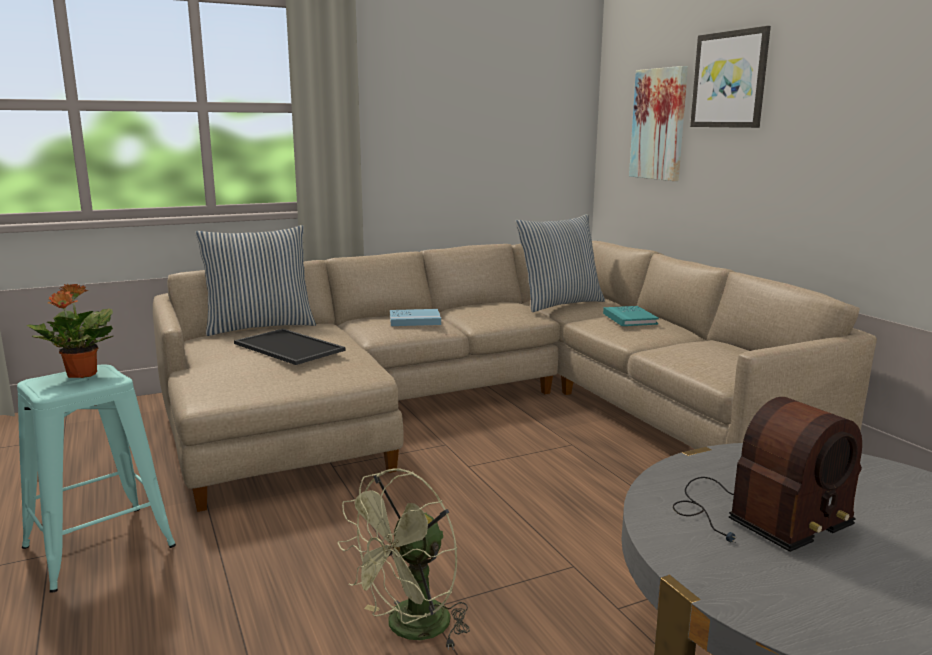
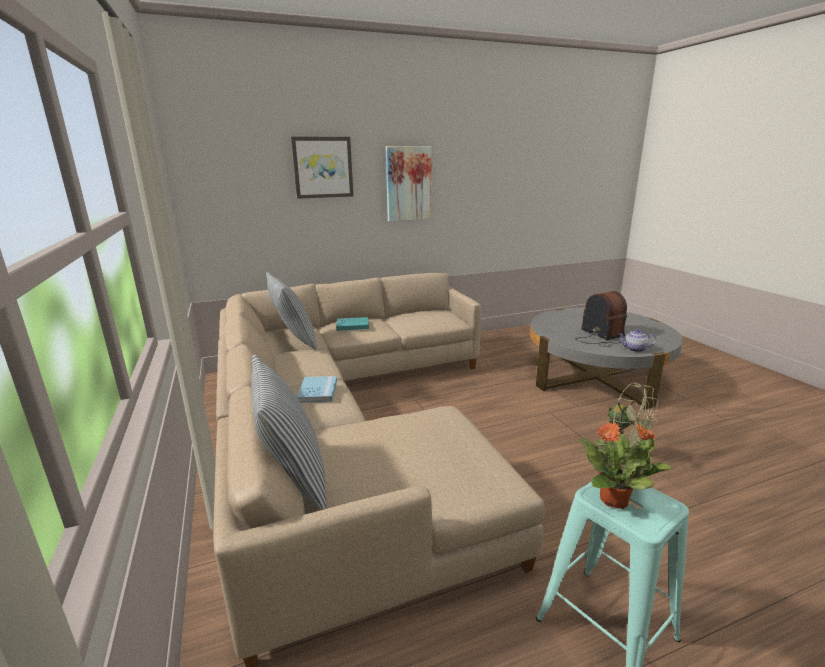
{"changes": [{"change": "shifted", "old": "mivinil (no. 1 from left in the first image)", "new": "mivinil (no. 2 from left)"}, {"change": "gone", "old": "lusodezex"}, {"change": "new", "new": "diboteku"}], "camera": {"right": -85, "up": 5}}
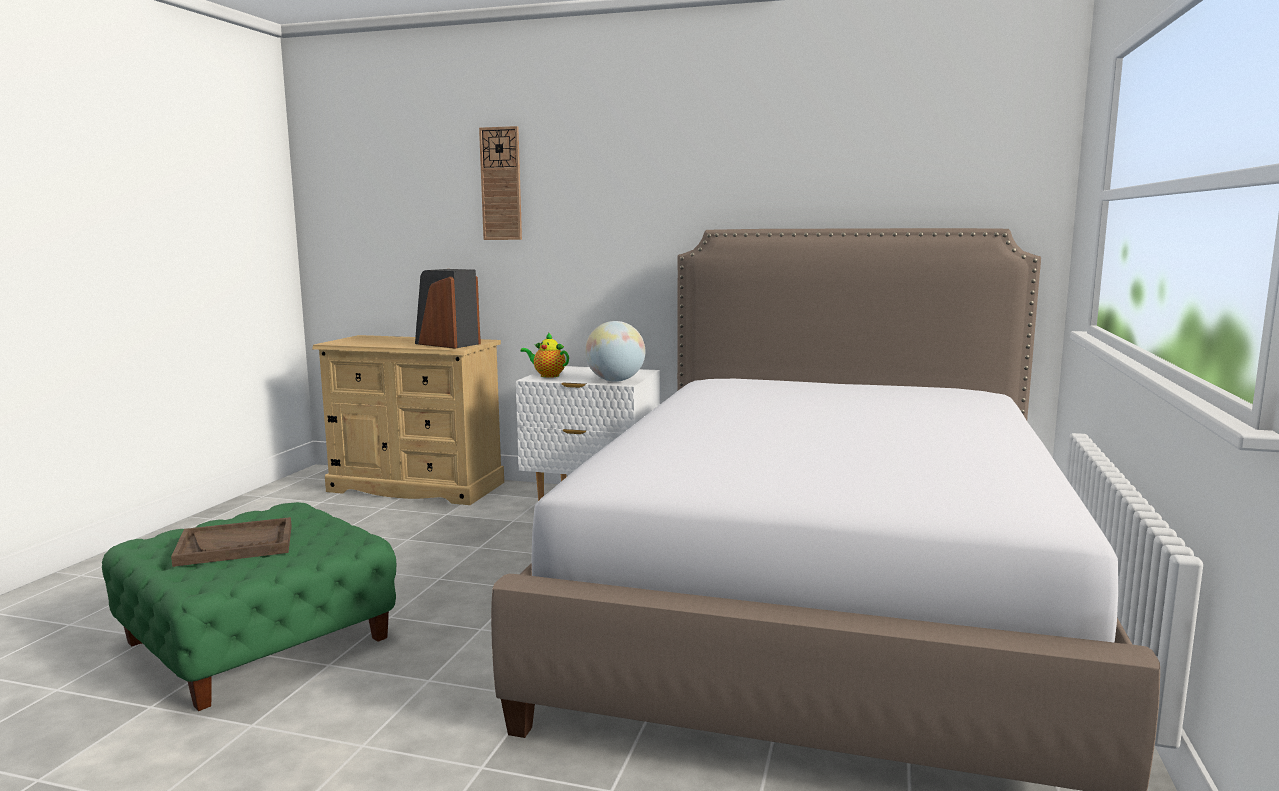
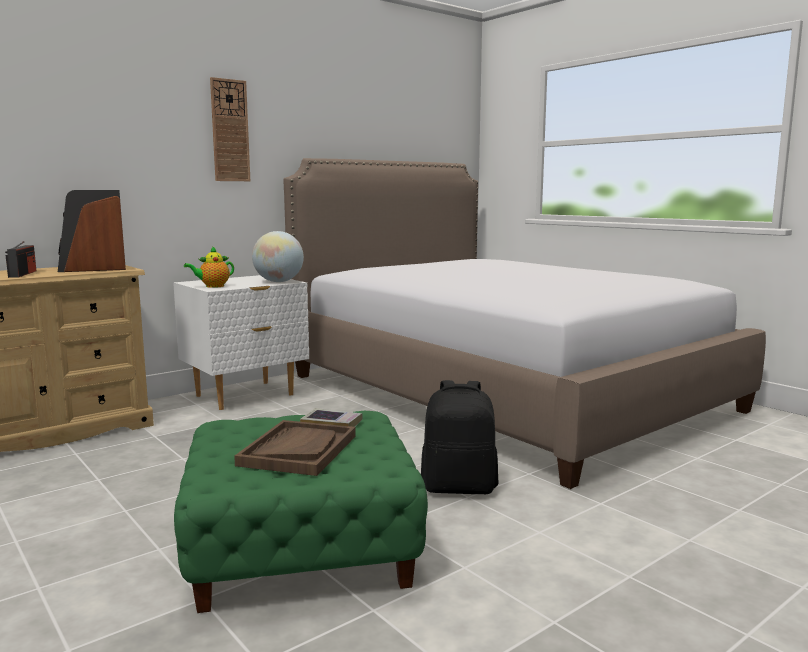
{"changes": [{"change": "shifted", "old": "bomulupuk"}, {"change": "new", "new": "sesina"}, {"change": "new", "new": "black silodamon"}, {"change": "new", "new": "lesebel"}], "camera": {"right": -55, "up": 0}}
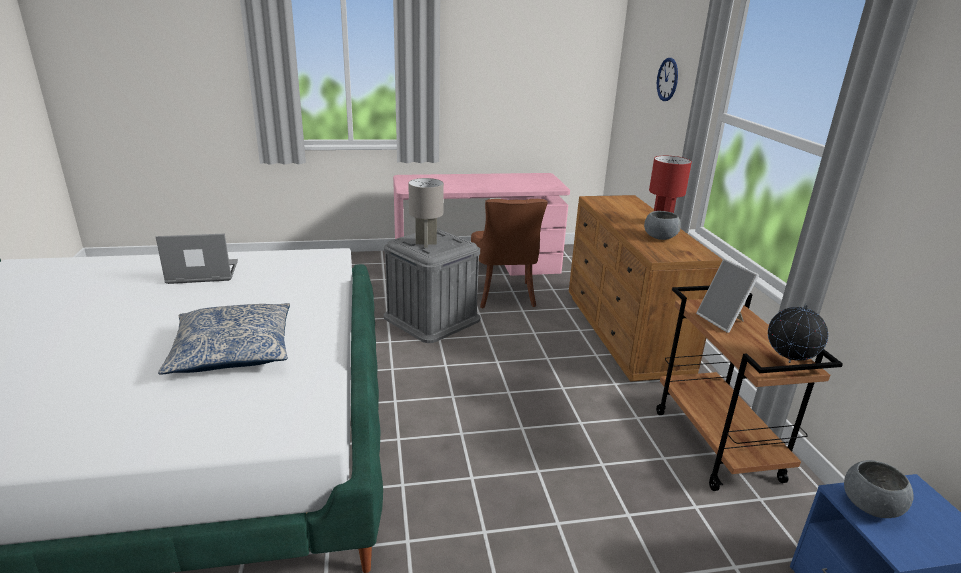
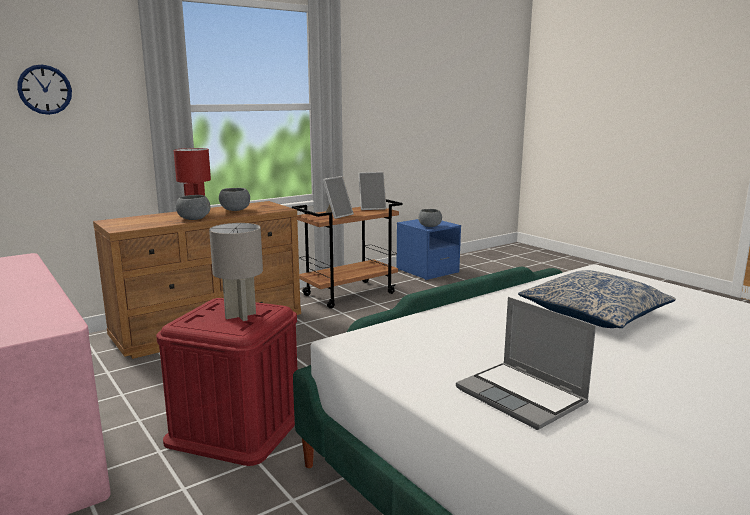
{"changes": [{"change": "gone", "old": "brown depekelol"}, {"change": "repainted", "old": "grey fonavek", "new": "red fonavek"}, {"change": "swapped", "old": "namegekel", "new": "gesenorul (no. 2 from left)"}, {"change": "new", "new": "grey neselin (no. 1 from left)"}], "camera": {"right": -115, "up": -10}}
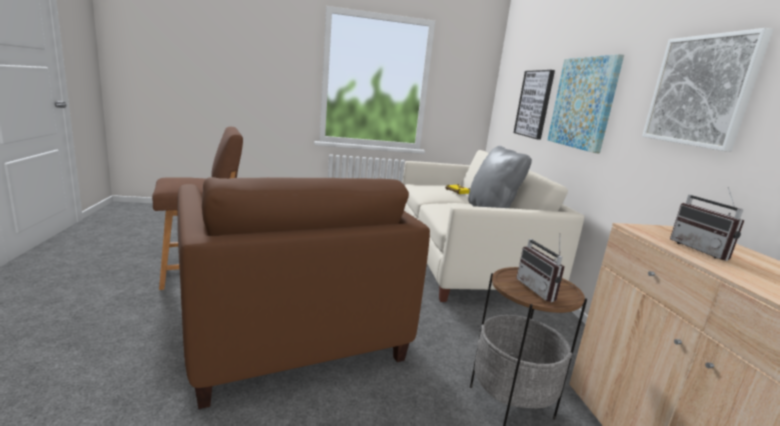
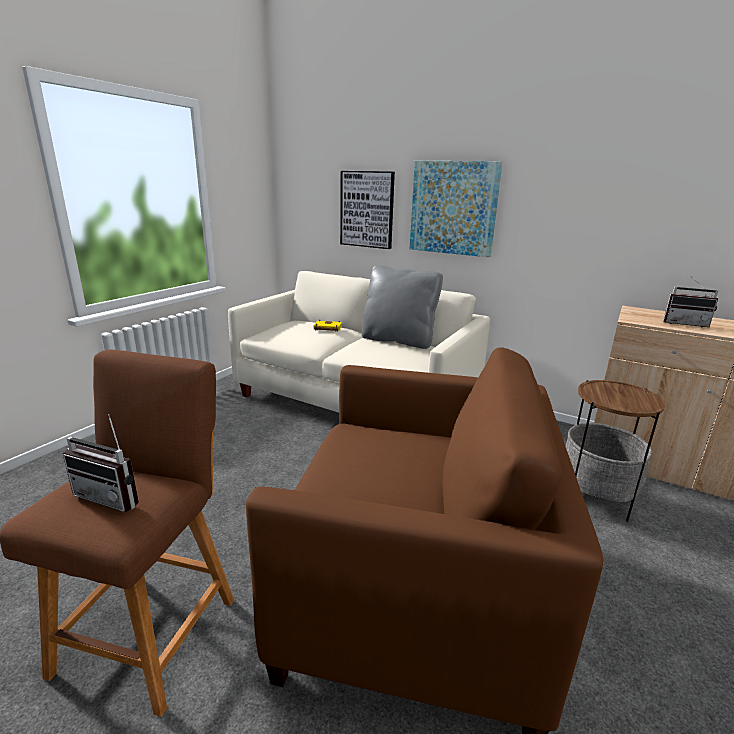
{"changes": [{"change": "gone", "old": "mivinil (no. 3 from left)"}, {"change": "shifted", "old": "sesina (no. 1 from left)"}], "camera": {"right": -50, "up": 5}}
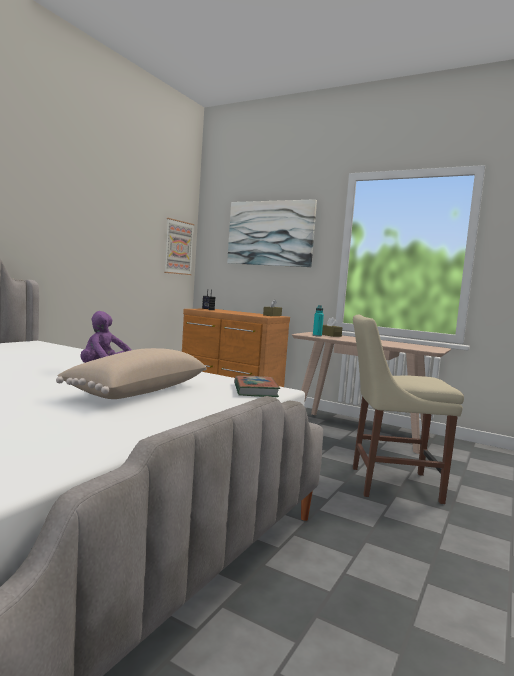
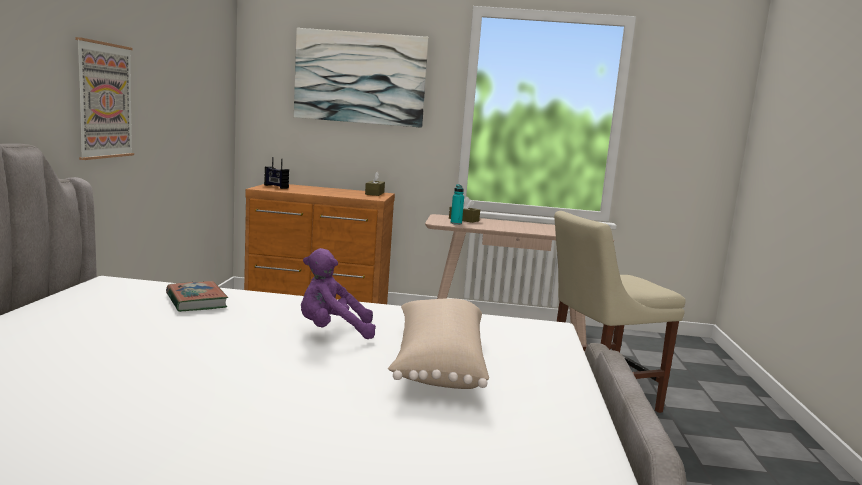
{"changes": [{"change": "shifted", "old": "mivinil (no. 1 from left)"}, {"change": "shifted", "old": "lesebel"}], "camera": {"right": -25, "up": 5}}
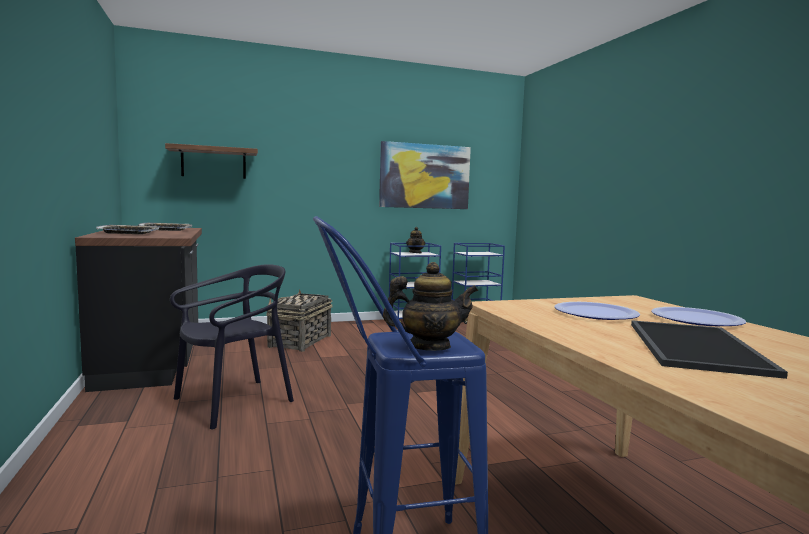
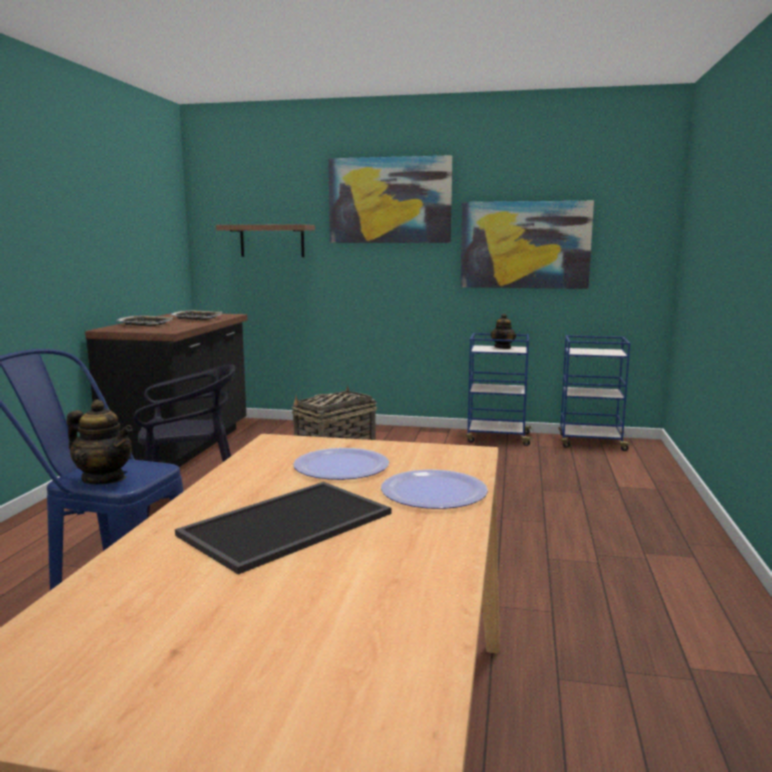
{"changes": [{"change": "new", "new": "mivinil (no. 1 from left)"}], "camera": {"right": 30, "up": 5}}
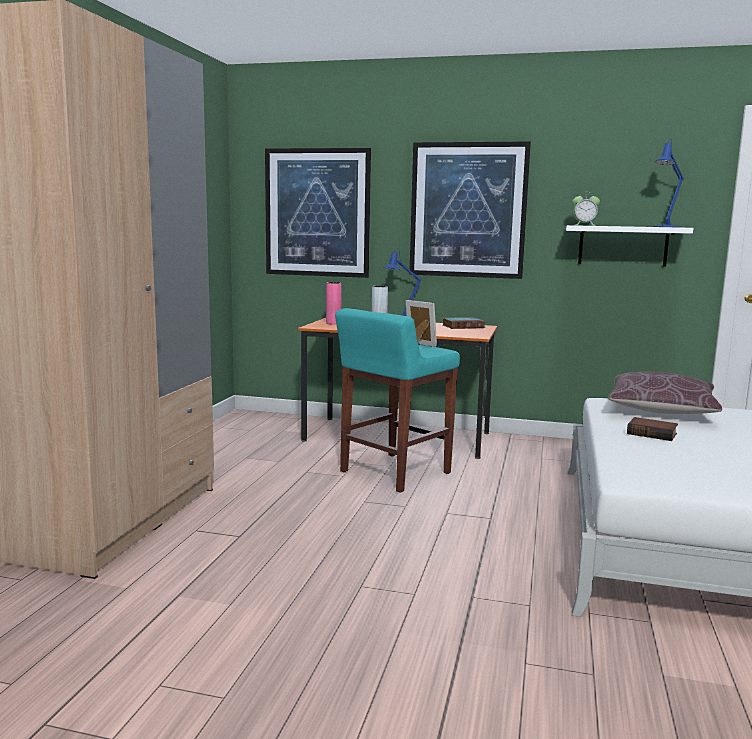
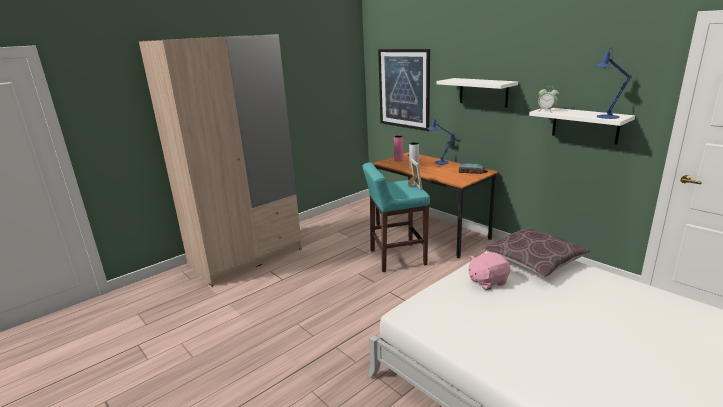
{"changes": [{"change": "swapped", "old": "mivinil (no. 2 from left)", "new": "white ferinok (no. 1 from left)"}, {"change": "swapped", "old": "lesebel (no. 2 from left)", "new": "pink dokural"}], "camera": {"right": 35, "up": 10}}
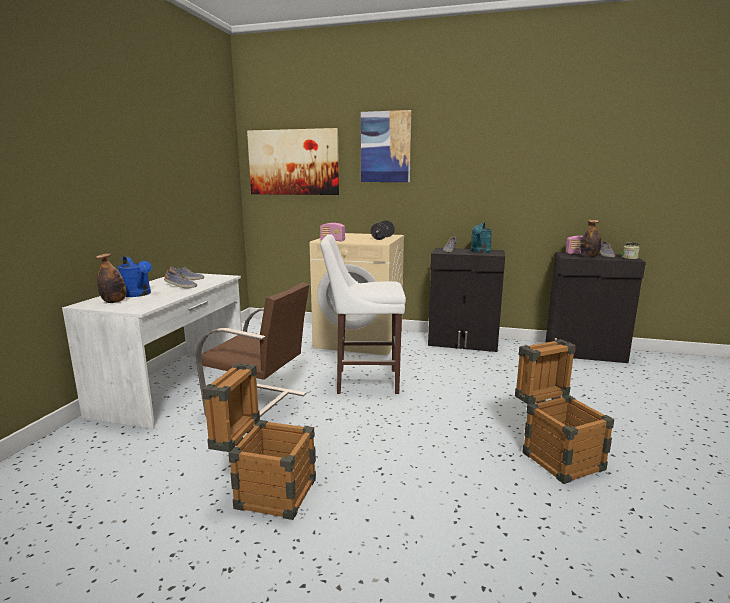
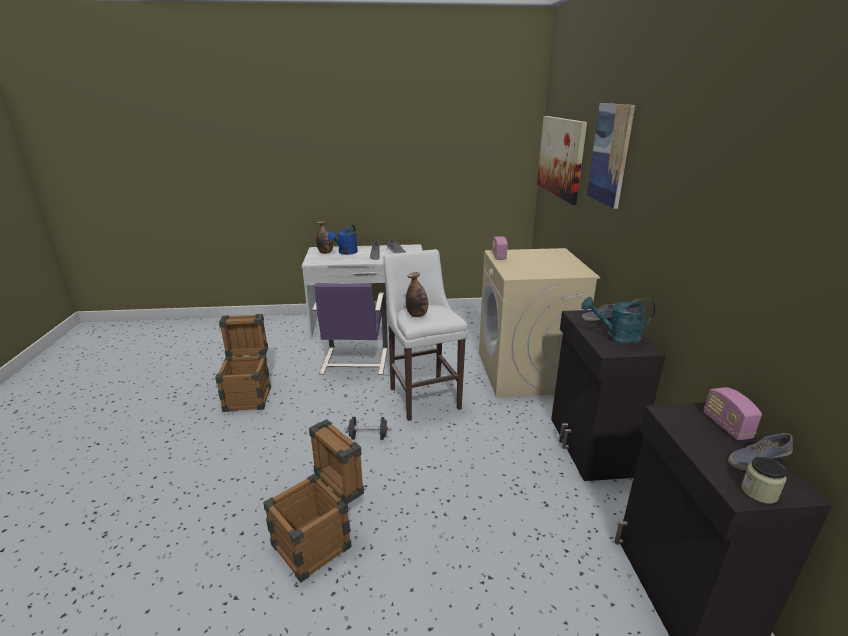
{"changes": [{"change": "shifted", "old": "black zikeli"}, {"change": "shifted", "old": "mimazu (no. 2 from left)"}, {"change": "repainted", "old": "brown depekelol", "new": "purple depekelol"}], "camera": {"right": 70, "up": 10}}
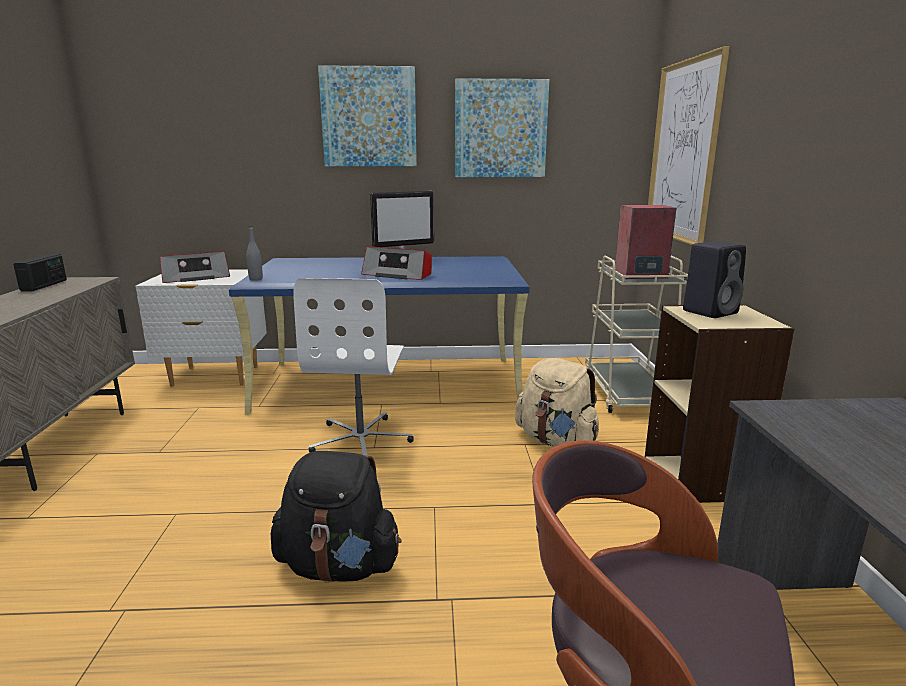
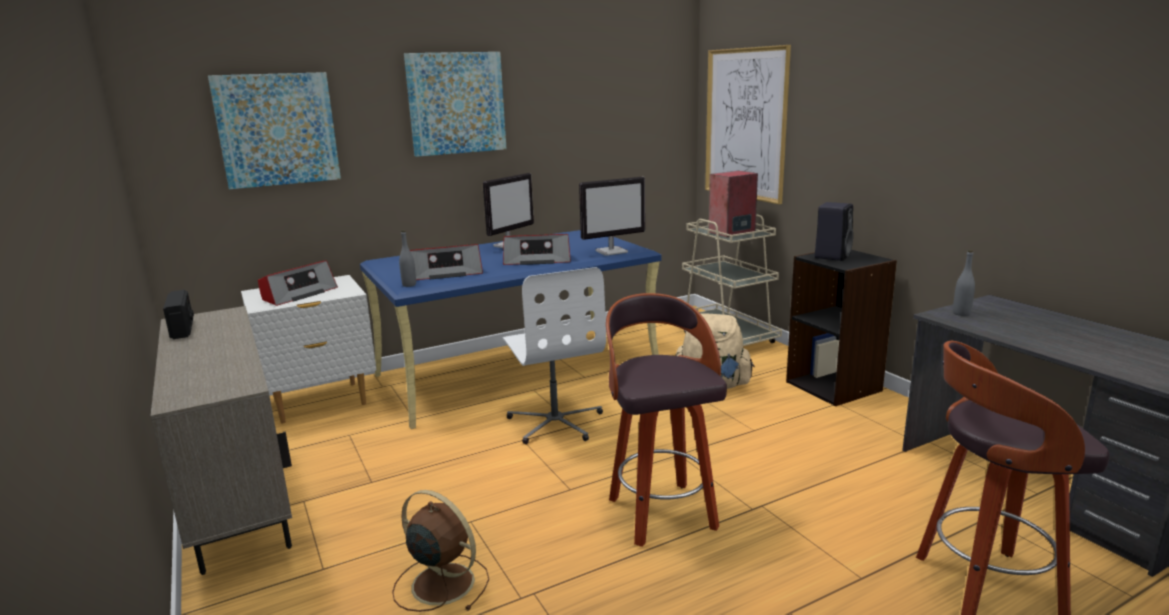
{"changes": [{"change": "shifted", "old": "mivinil (no. 2 from left in the first image)", "new": "mivinil (no. 1 from left)"}, {"change": "repainted", "old": "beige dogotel", "new": "black dogotel"}, {"change": "swapped", "old": "black silodamon", "new": "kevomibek (no. 1 from left)"}, {"change": "new", "new": "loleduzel (no. 2 from left)"}, {"change": "new", "new": "sesina (no. 3 from left)"}, {"change": "new", "new": "grey mimazu (no. 2 from left)"}, {"change": "new", "new": "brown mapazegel"}], "camera": {"right": -25, "up": 0}}
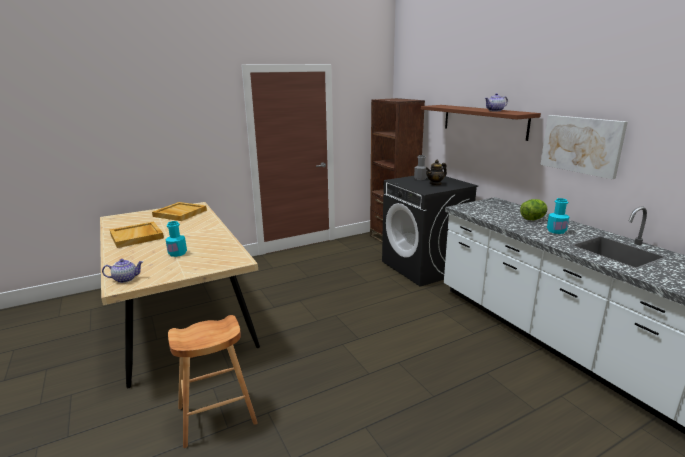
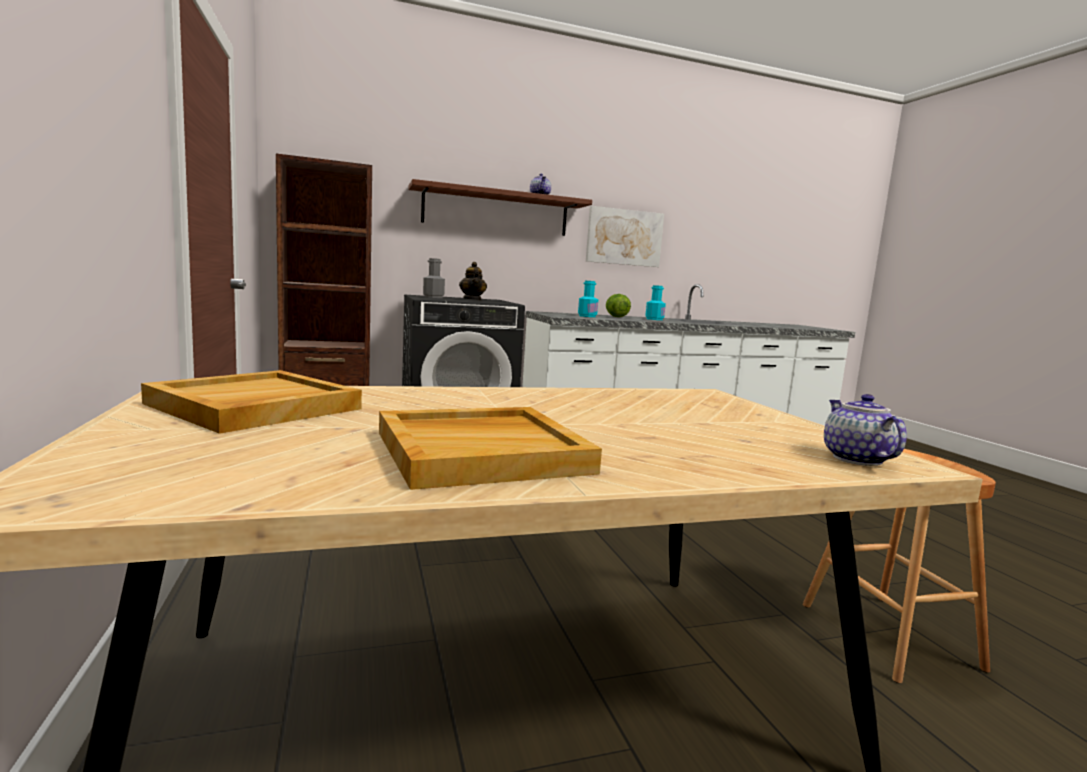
{"changes": [{"change": "shifted", "old": "turquoise mimazu (no. 1 from left)"}], "camera": {"right": -80, "up": -10}}
